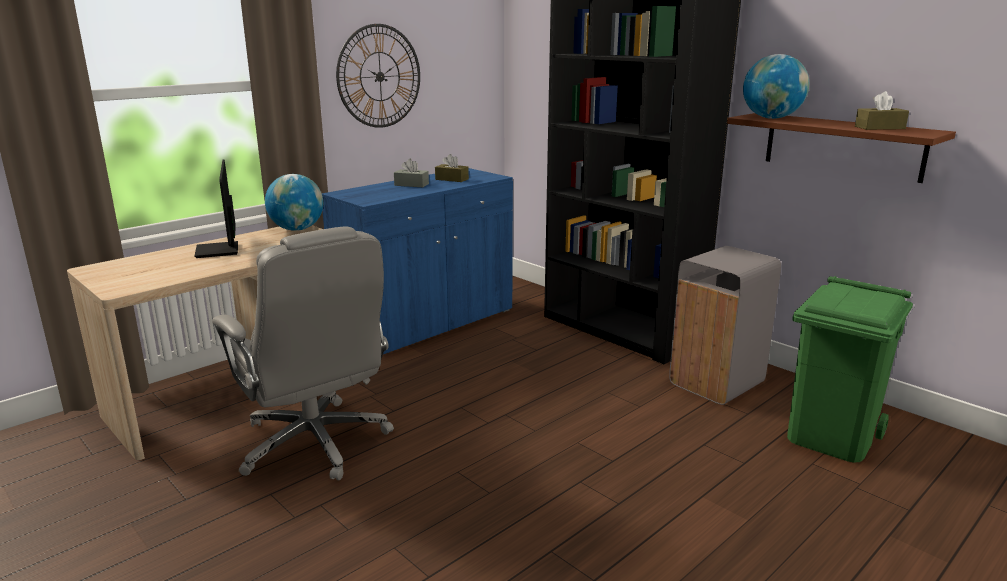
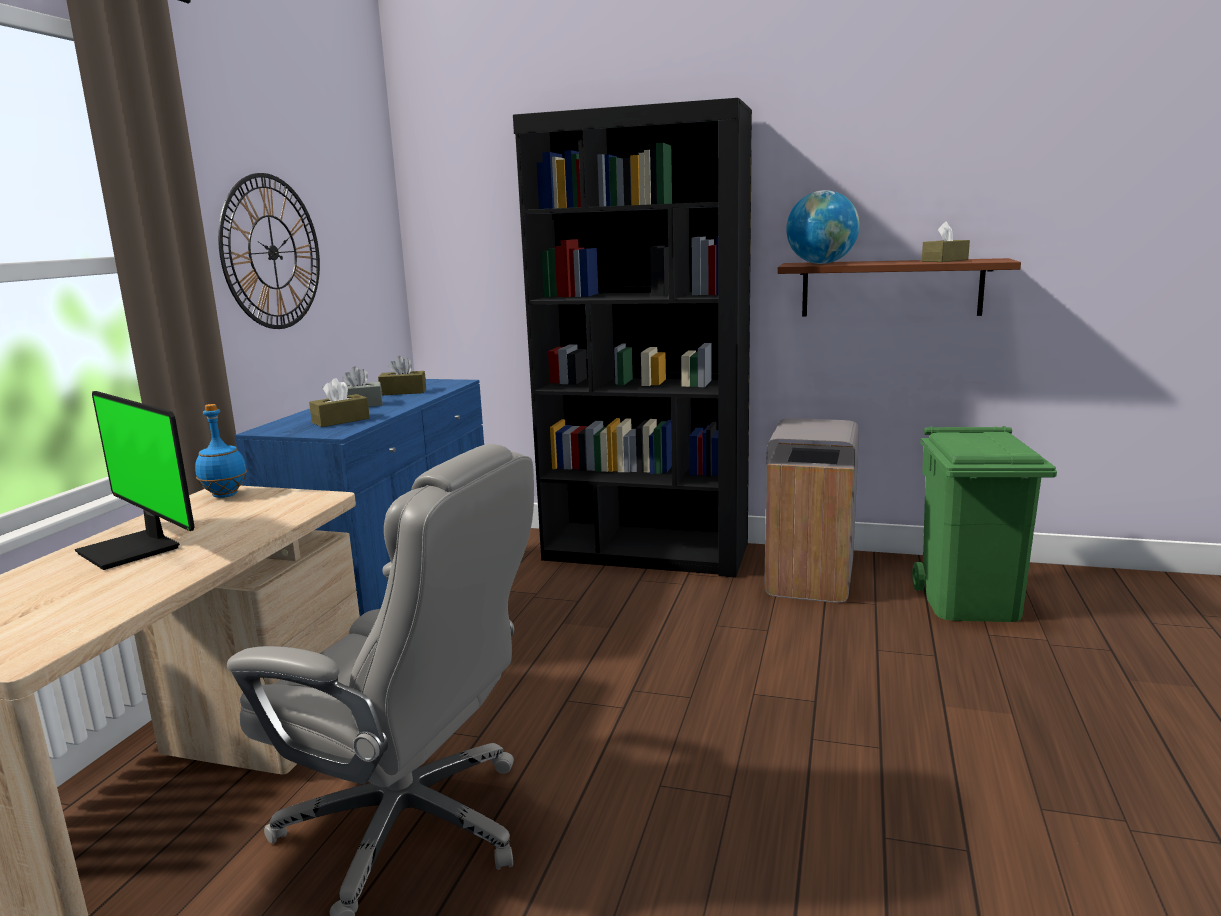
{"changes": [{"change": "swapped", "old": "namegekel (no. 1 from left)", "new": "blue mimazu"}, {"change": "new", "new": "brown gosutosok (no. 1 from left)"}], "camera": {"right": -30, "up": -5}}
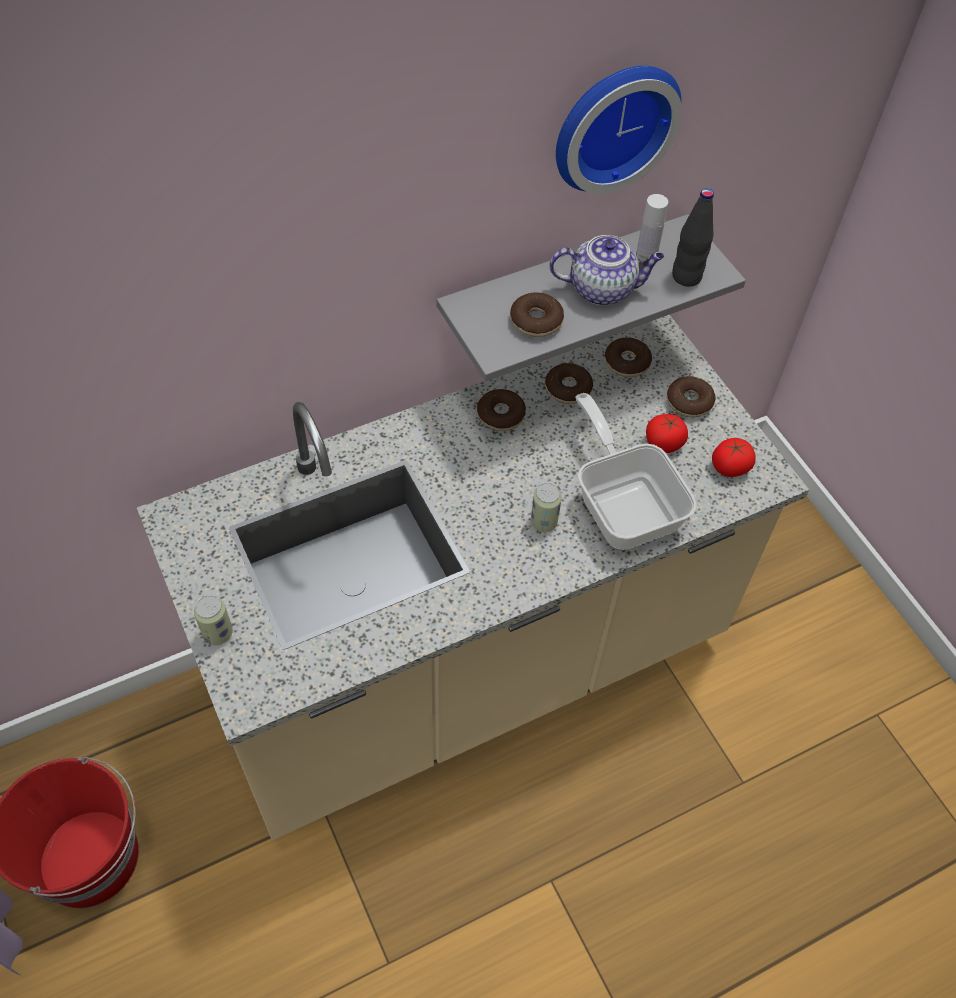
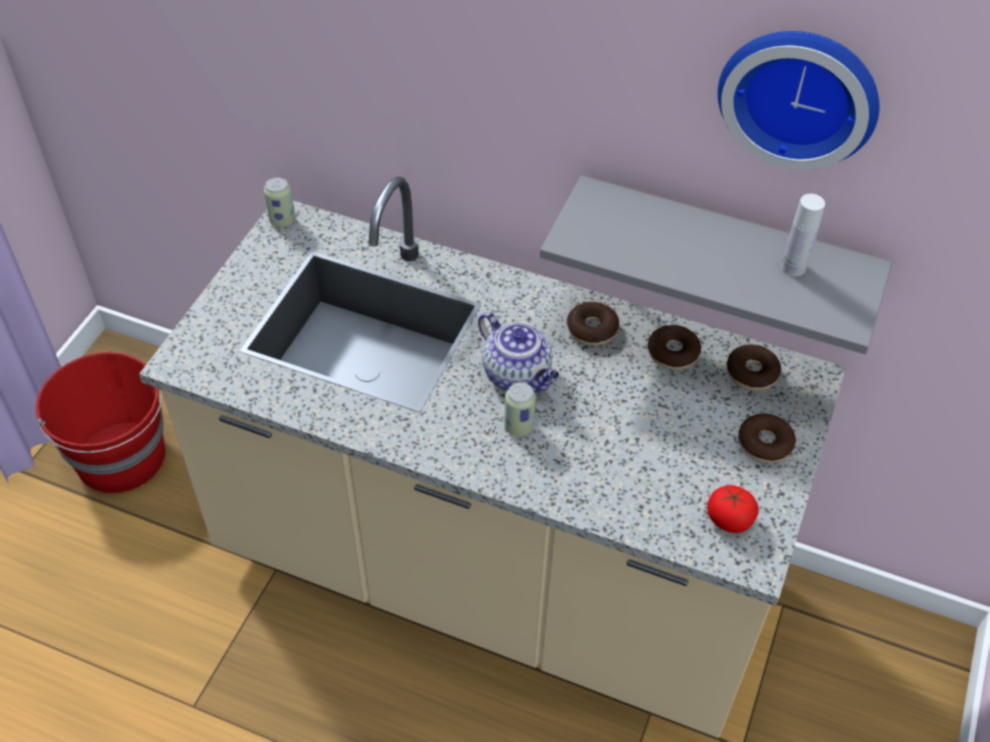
{"changes": [{"change": "gone", "old": "black mimazu"}, {"change": "shifted", "old": "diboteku"}, {"change": "gone", "old": "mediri (no. 2 from left)"}, {"change": "gone", "old": "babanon"}, {"change": "gone", "old": "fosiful (no. 1 from left)"}, {"change": "shifted", "old": "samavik (no. 1 from left)"}], "camera": {"right": 50, "up": -5}}
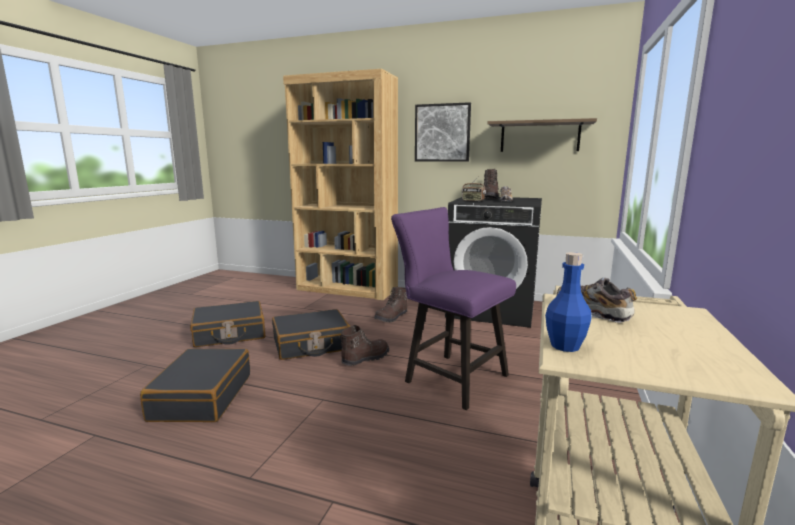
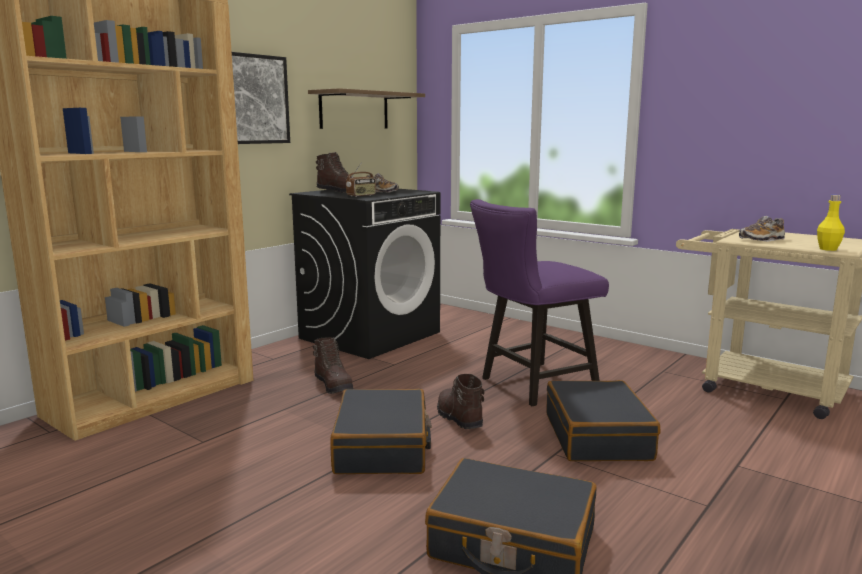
{"changes": [{"change": "repainted", "old": "blue mimazu", "new": "yellow mimazu"}, {"change": "shifted", "old": "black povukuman (no. 2 from left in the first image)", "new": "black povukuman (no. 3 from left)"}], "camera": {"right": -70, "up": 0}}
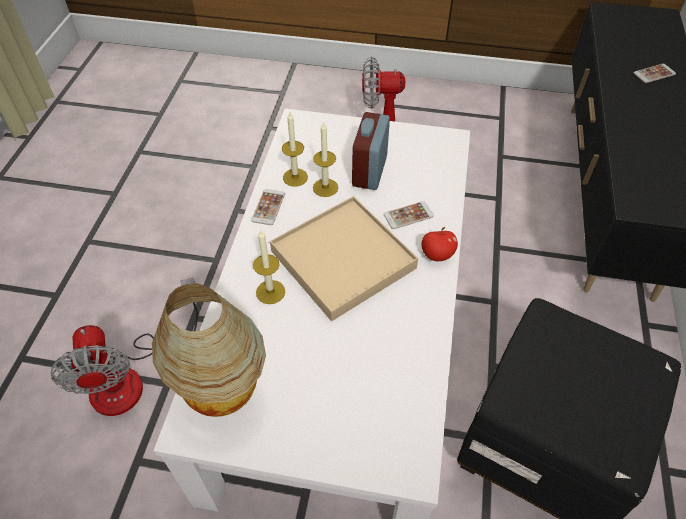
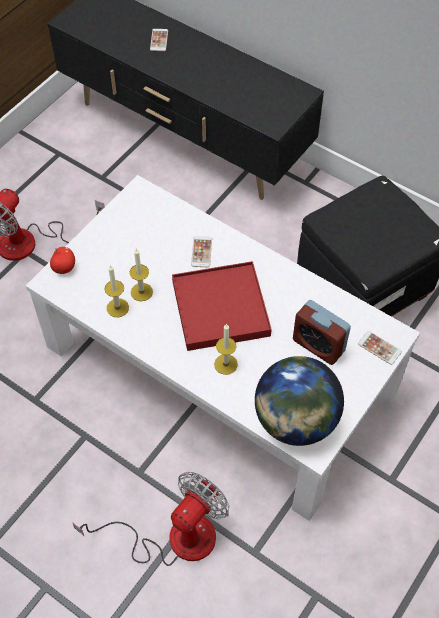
{"changes": [{"change": "shifted", "old": "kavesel"}, {"change": "shifted", "old": "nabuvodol (no. 1 from left in the first image)", "new": "nabuvodol (no. 3 from left)"}, {"change": "repainted", "old": "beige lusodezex", "new": "red lusodezex"}, {"change": "shifted", "old": "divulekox"}, {"change": "rotated", "old": "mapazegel (no. 1 from left in the first image)", "degrees": -60}, {"change": "swapped", "old": "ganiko", "new": "namegekel"}], "camera": {"right": -65, "up": 5}}
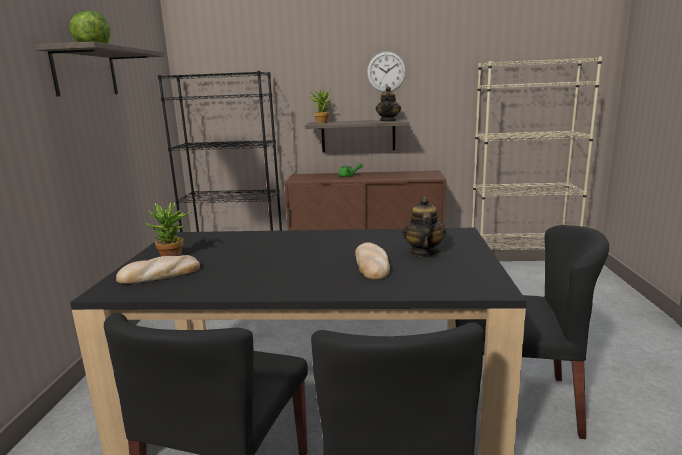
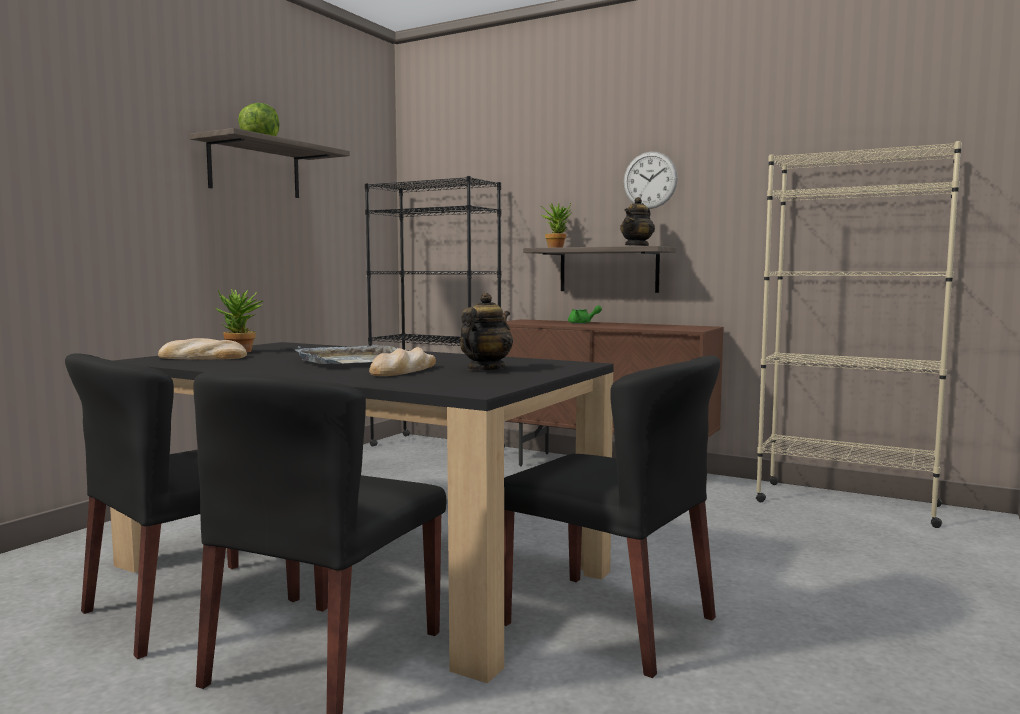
{"changes": [{"change": "new", "new": "grey lusodezex"}], "camera": {"right": 25, "up": -10}}
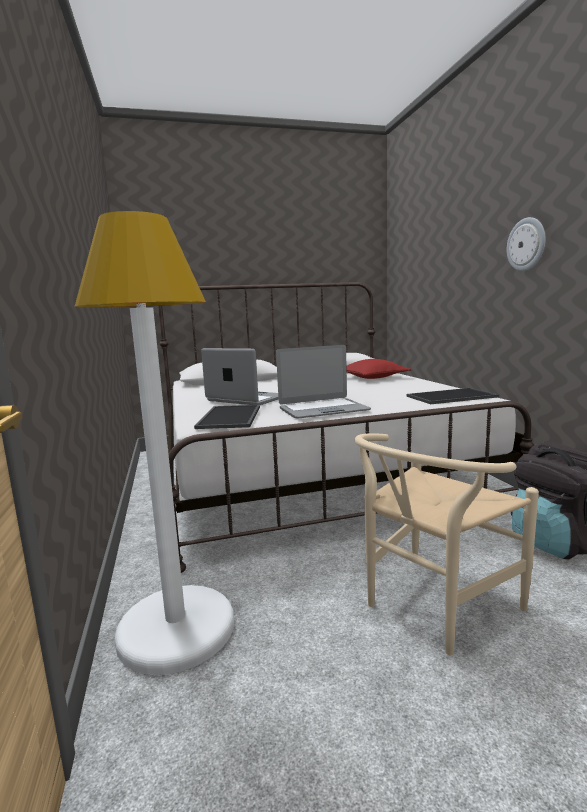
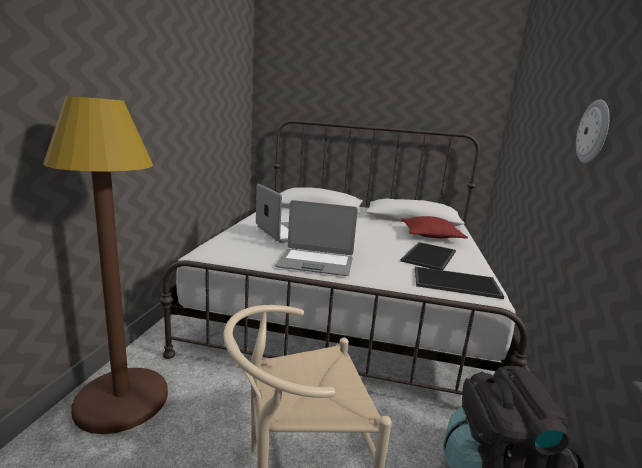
{"changes": [{"change": "repainted", "old": "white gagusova", "new": "brown gagusova"}, {"change": "shifted", "old": "lusodezex (no. 1 from left)"}], "camera": {"right": 25, "up": 5}}
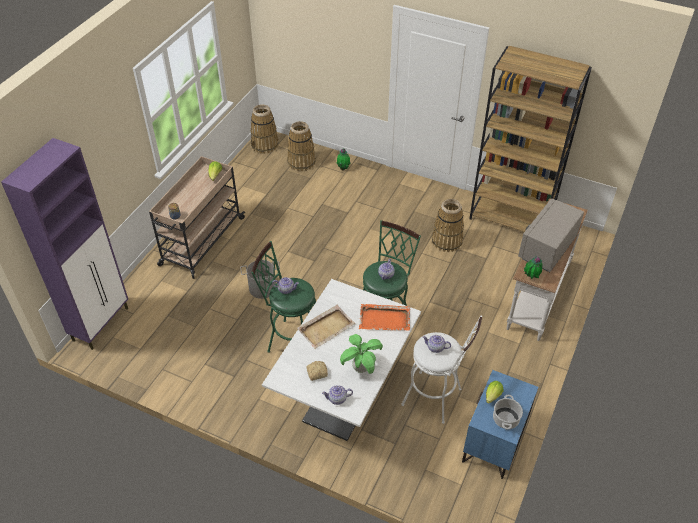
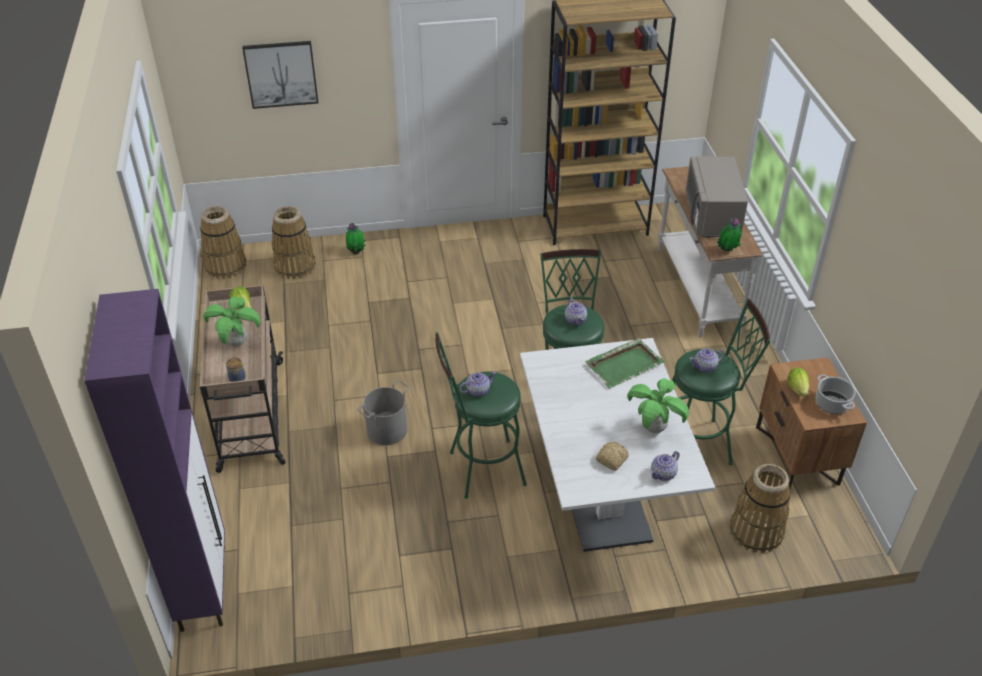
{"changes": [{"change": "shifted", "old": "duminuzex (no. 3 from left)"}, {"change": "repainted", "old": "orange lusodezex", "new": "green lusodezex"}, {"change": "gone", "old": "beige lusodezex"}, {"change": "repainted", "old": "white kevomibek", "new": "green kevomibek (no. 3 from left)"}, {"change": "repainted", "old": "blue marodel", "new": "brown marodel"}, {"change": "new", "new": "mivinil"}, {"change": "new", "new": "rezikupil (no. 1 from left)"}], "camera": {"right": -35, "up": -5}}
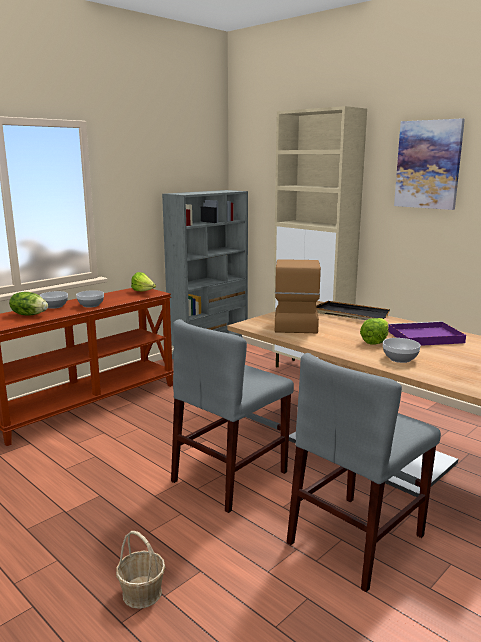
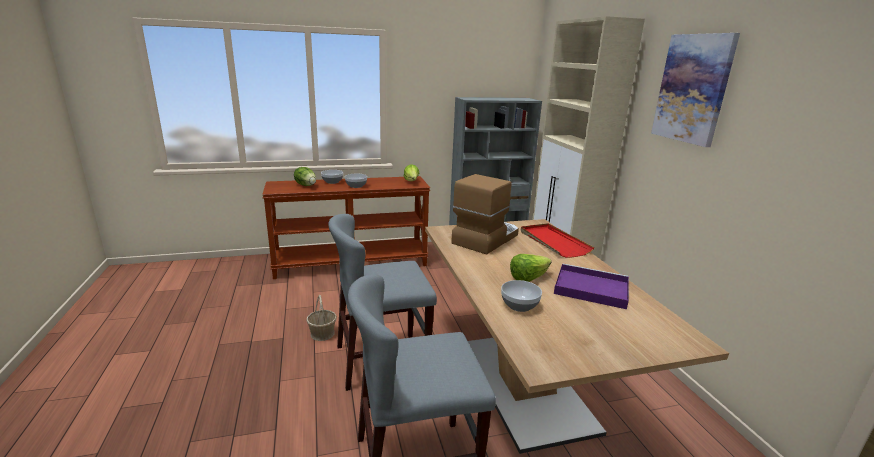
{"changes": [{"change": "repainted", "old": "black lusodezex", "new": "red lusodezex"}, {"change": "shifted", "old": "duminuzex"}], "camera": {"right": 30, "up": 5}}
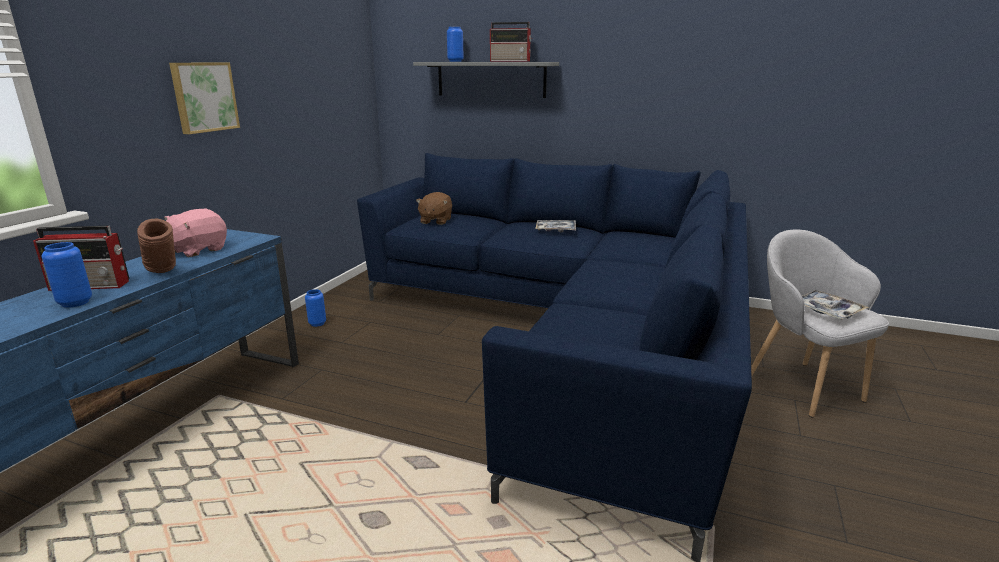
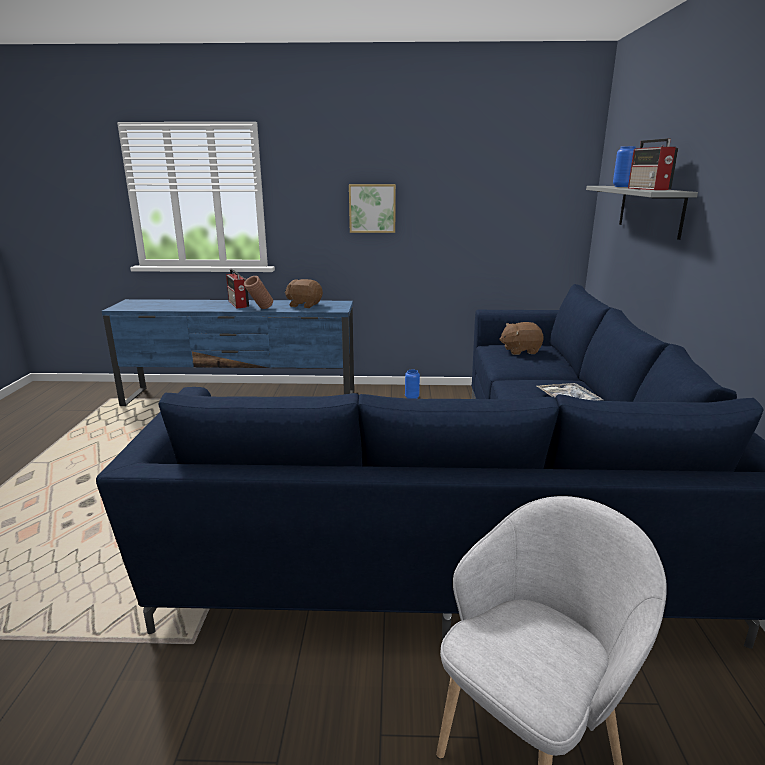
{"changes": [{"change": "repainted", "old": "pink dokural", "new": "brown dokural (no. 1 from left)"}, {"change": "gone", "old": "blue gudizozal (no. 1 from left)"}, {"change": "gone", "old": "lusodezex (no. 2 from left)"}], "camera": {"right": 70, "up": 0}}
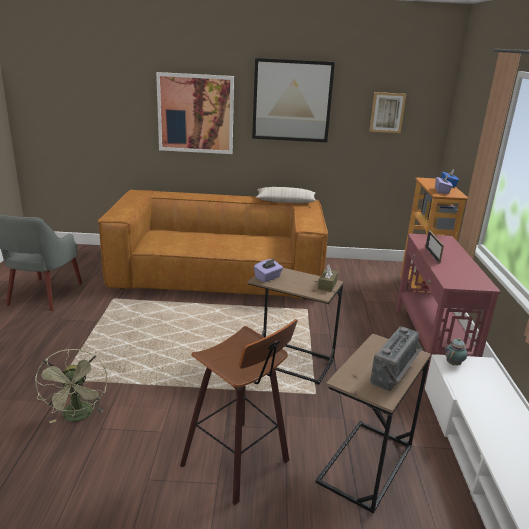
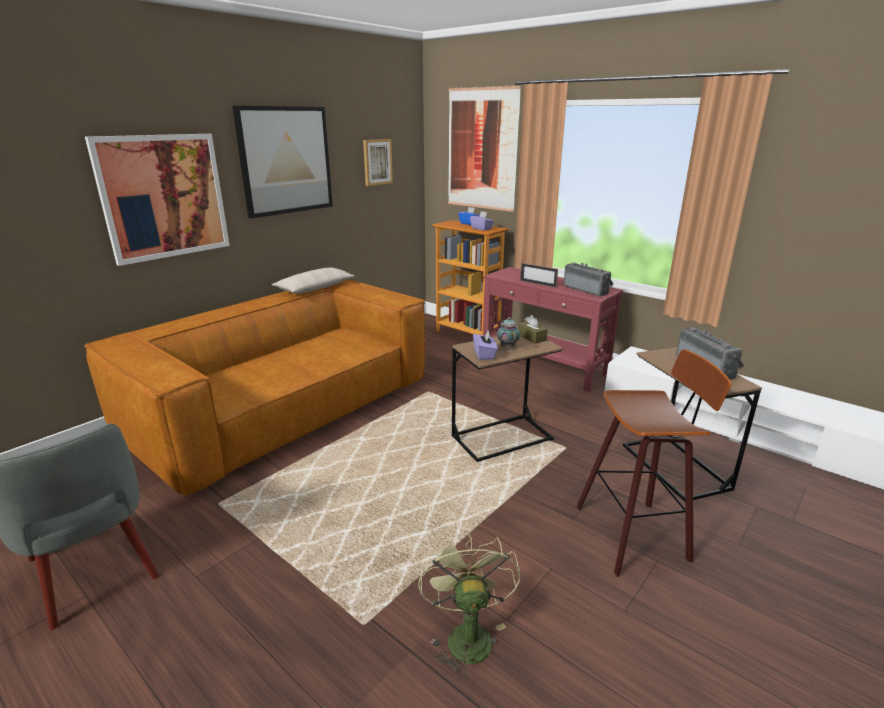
{"changes": [{"change": "shifted", "old": "diboteku"}, {"change": "rotated", "old": "green mapazegel", "degrees": -120}, {"change": "new", "new": "mivinil (no. 4 from left)"}, {"change": "new", "new": "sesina (no. 1 from left)"}], "camera": {"right": -50, "up": 0}}
